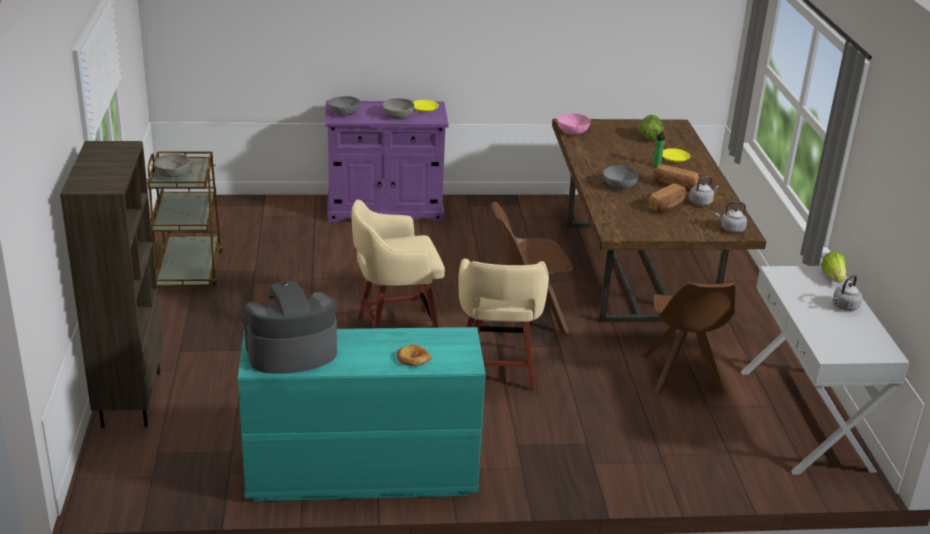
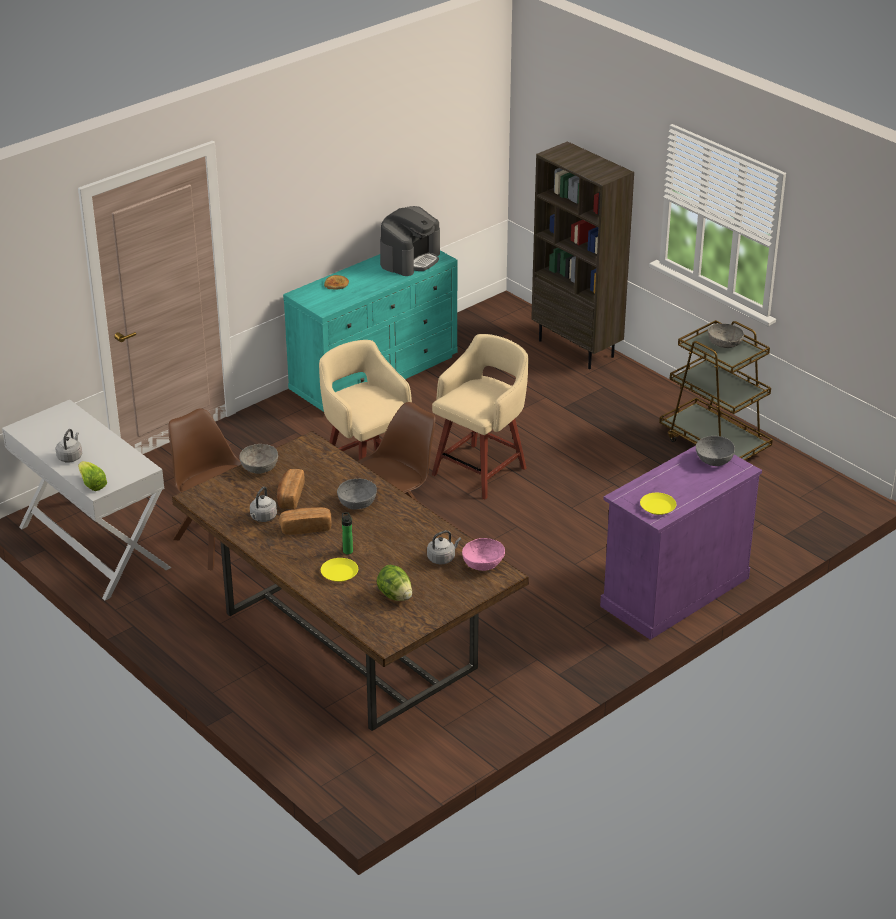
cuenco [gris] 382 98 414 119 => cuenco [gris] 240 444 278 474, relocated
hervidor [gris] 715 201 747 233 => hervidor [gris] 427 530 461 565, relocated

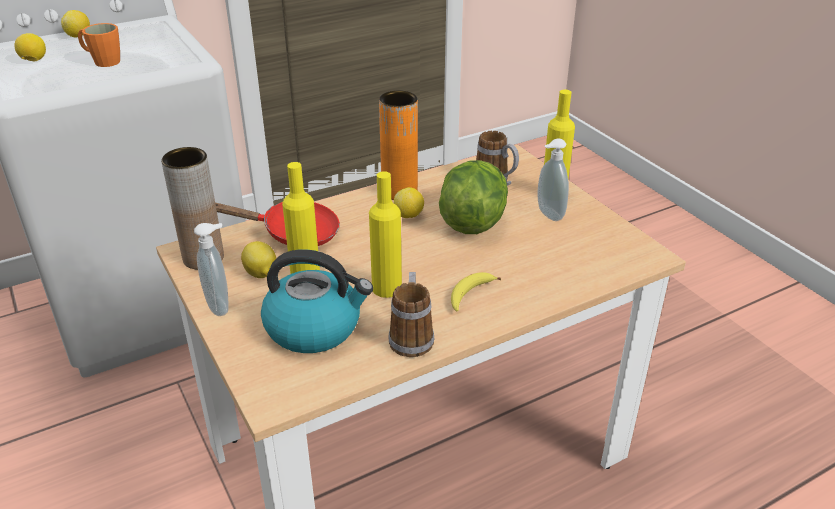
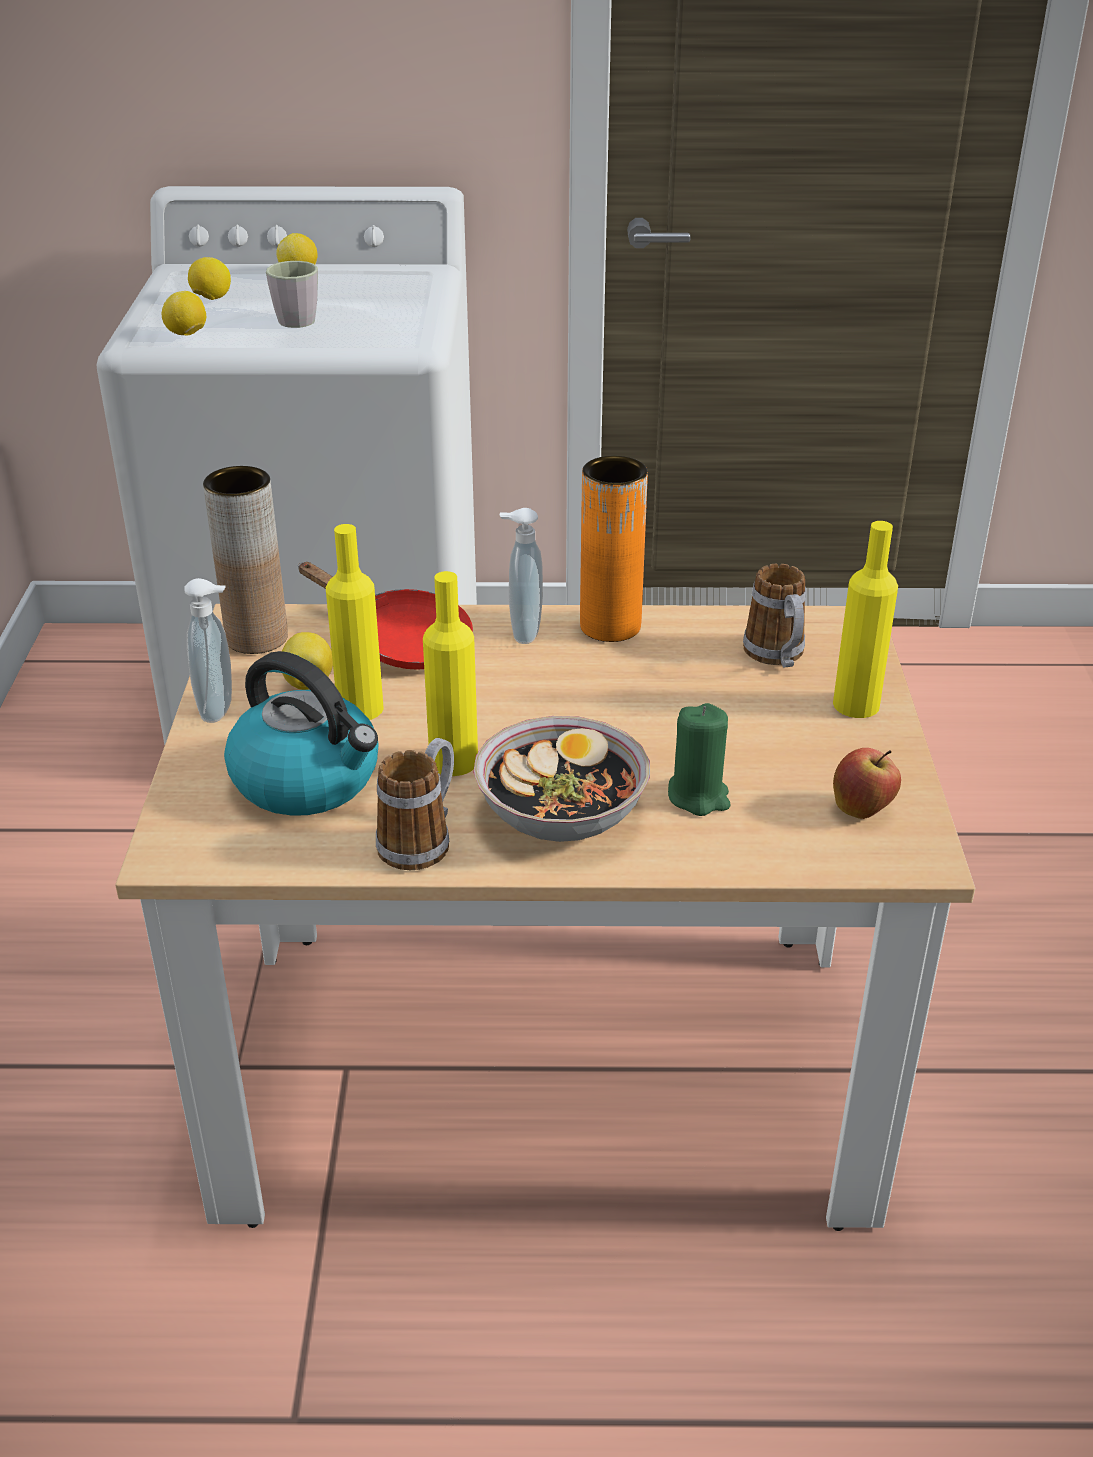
lechuga 439 160 508 234 => nothing
nothing => vela [verde] 668 703 730 816
nothing => manzana 833 748 901 819
limón 394 187 424 218 => limón 162 291 206 335, relocated
dispensador de jabón 538 138 569 221 => dispensador de jabón 499 508 543 644, relocated
plátano 451 272 501 312 => cuenco 473 716 650 842
taza grande [naranja] 78 23 120 67 => taza grande [gris] 266 261 318 328

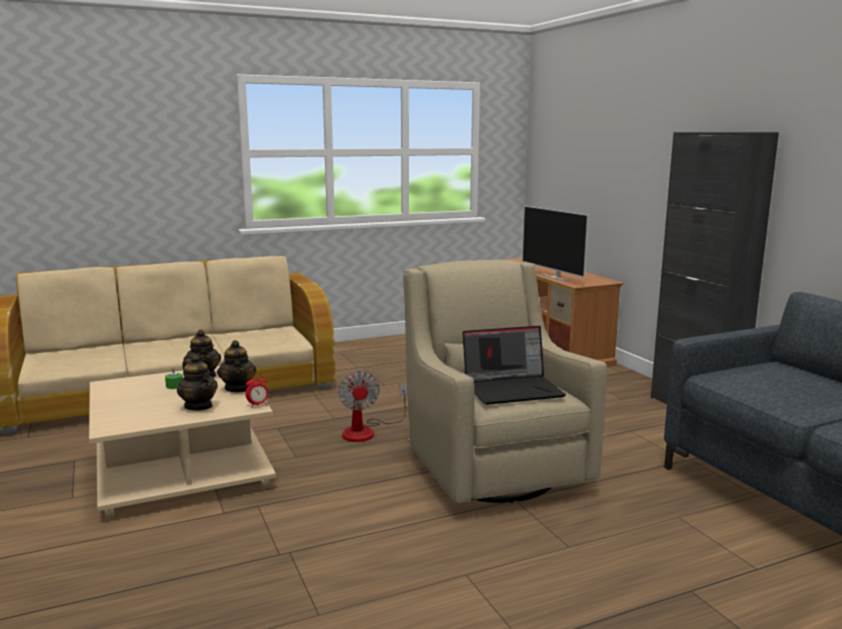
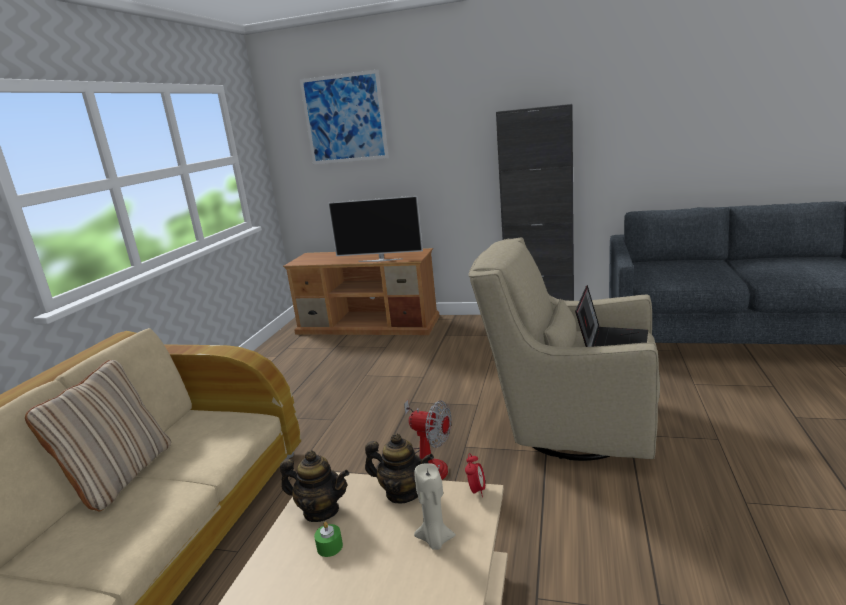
nothing => cojín [beis] 25 360 171 511
nothing => cuadro 300 69 389 164
tetera 177 355 218 411 => vela [beis] 414 463 456 550

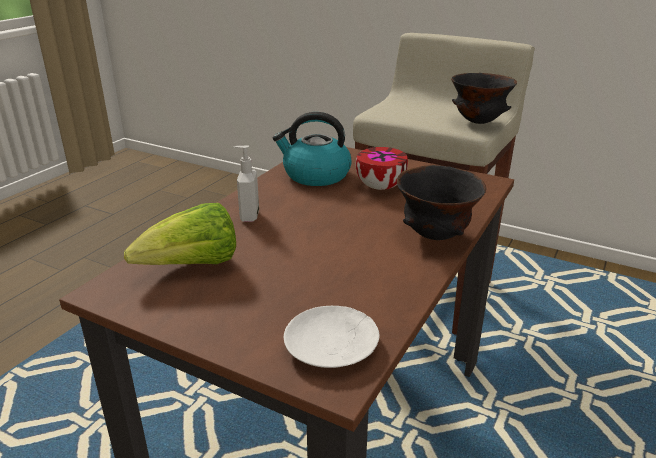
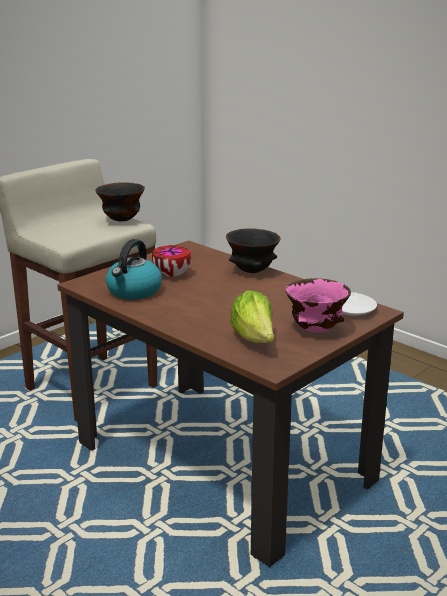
dispensador de jabón 234 145 259 222 => nothing
nothing => cuenco [rosa] 285 278 351 332

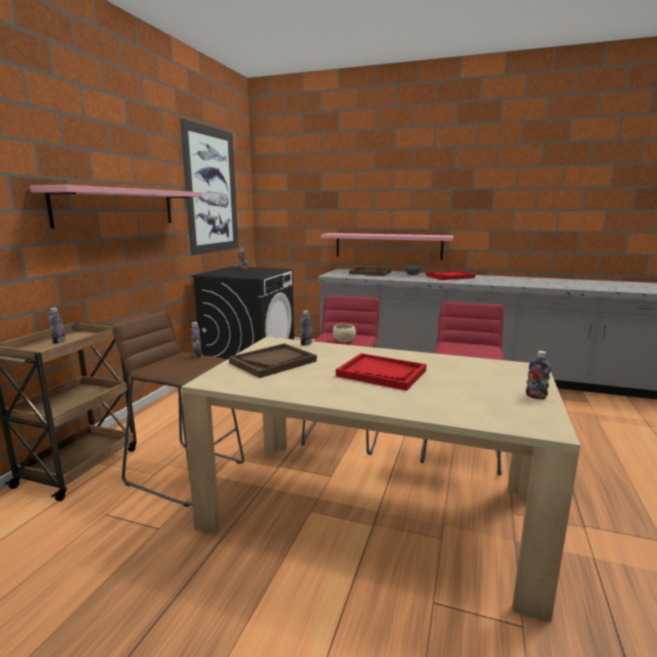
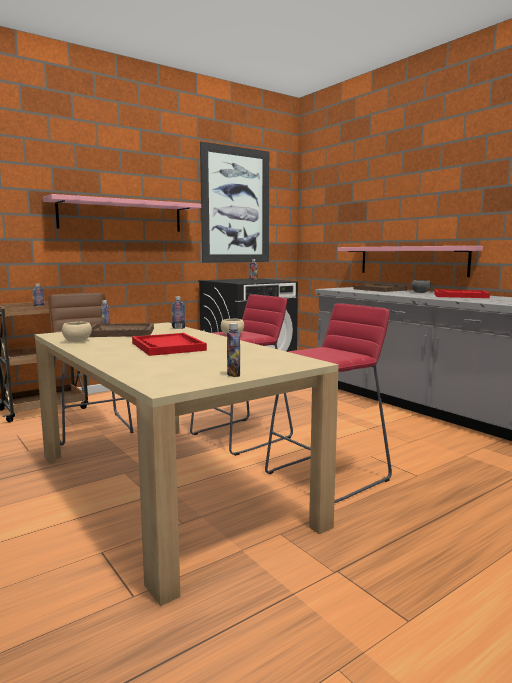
nothing => cuenco [beis] 62 322 92 342

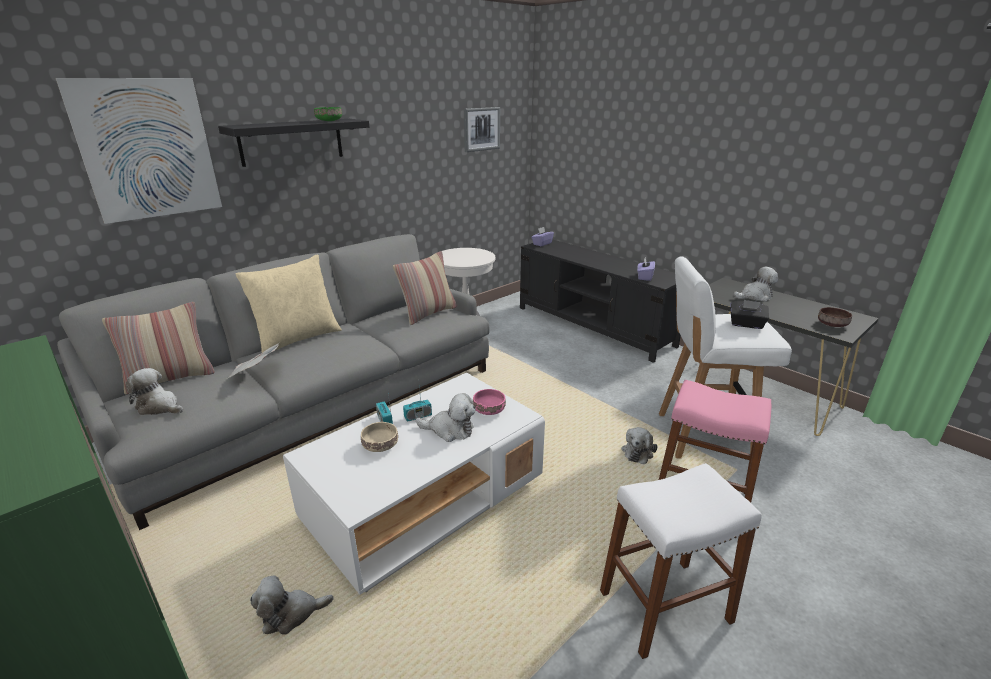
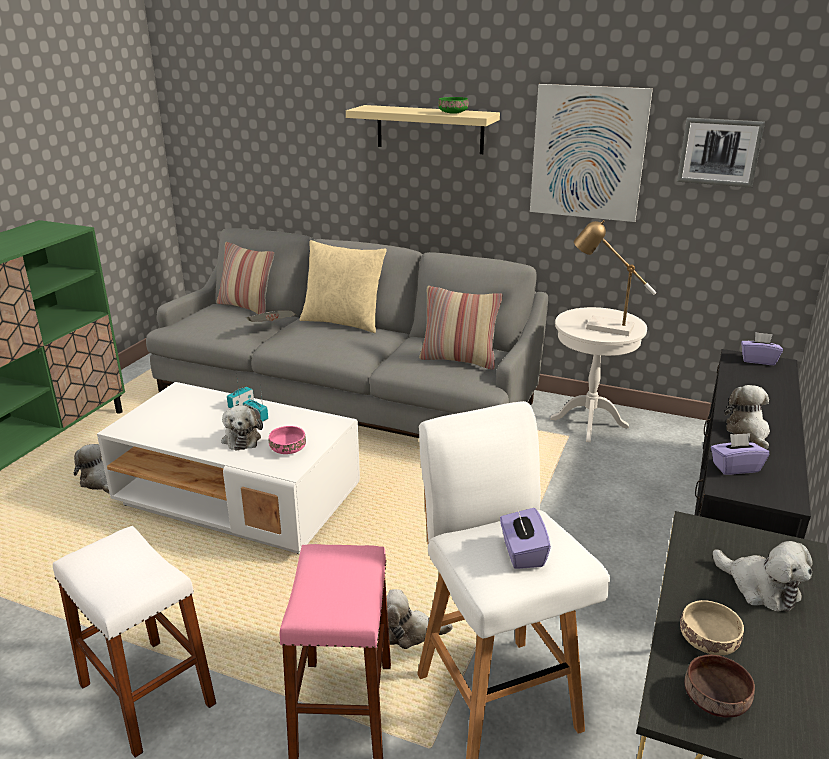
nothing => lámpara de mesa 574 220 657 336
cuadro 56 78 222 224 => cuadro 530 84 653 222, relocated
peluche 126 368 183 415 => peluche 724 385 770 450, relocated
cuenco [beis] 361 422 398 452 => cuenco [beis] 680 600 744 655, relocated
estante [negro] 218 119 369 167 => estante [beis] 346 105 500 154
caja de pañuelos [negro] 730 300 769 329 => caja de pañuelos [morado] 500 507 551 569

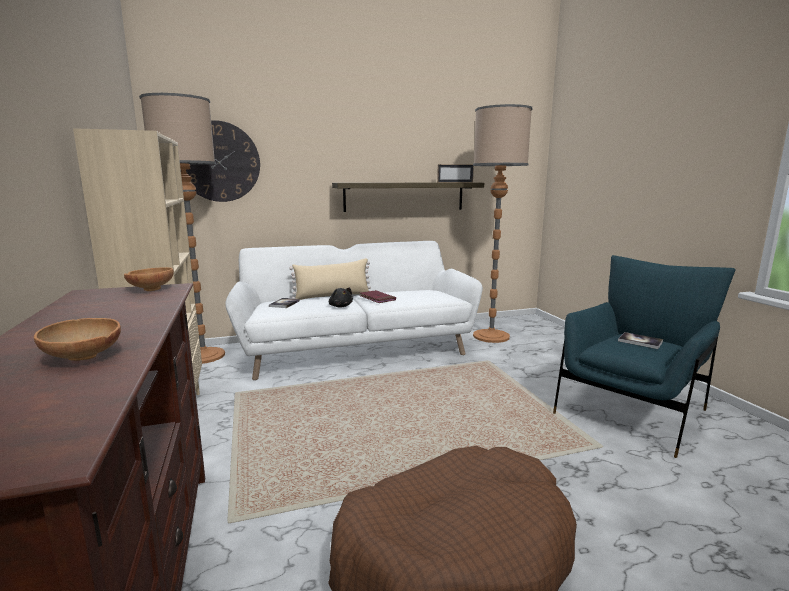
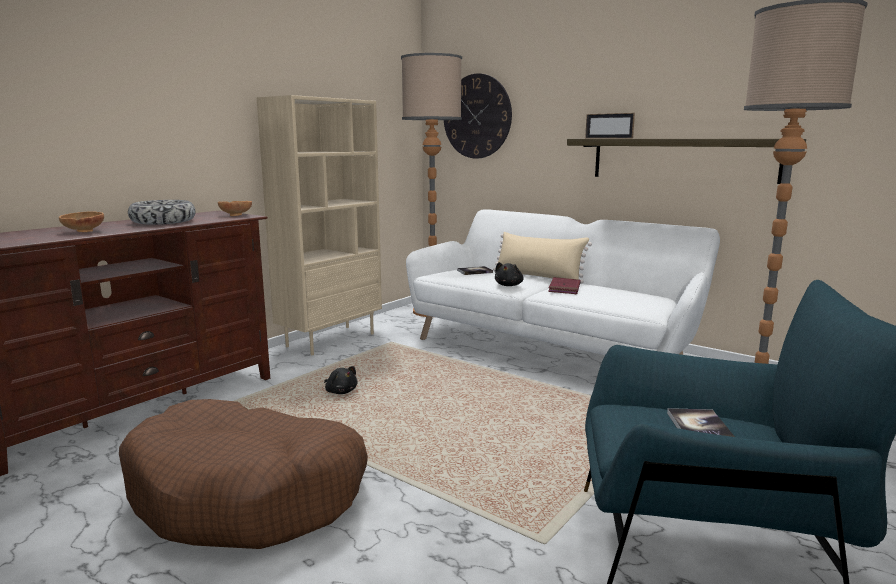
nothing => cuenco 128 200 196 225
nothing => peluche [negro] 324 366 358 394
portarretratos 437 164 474 182 => portarretratos 585 113 635 138, relocated

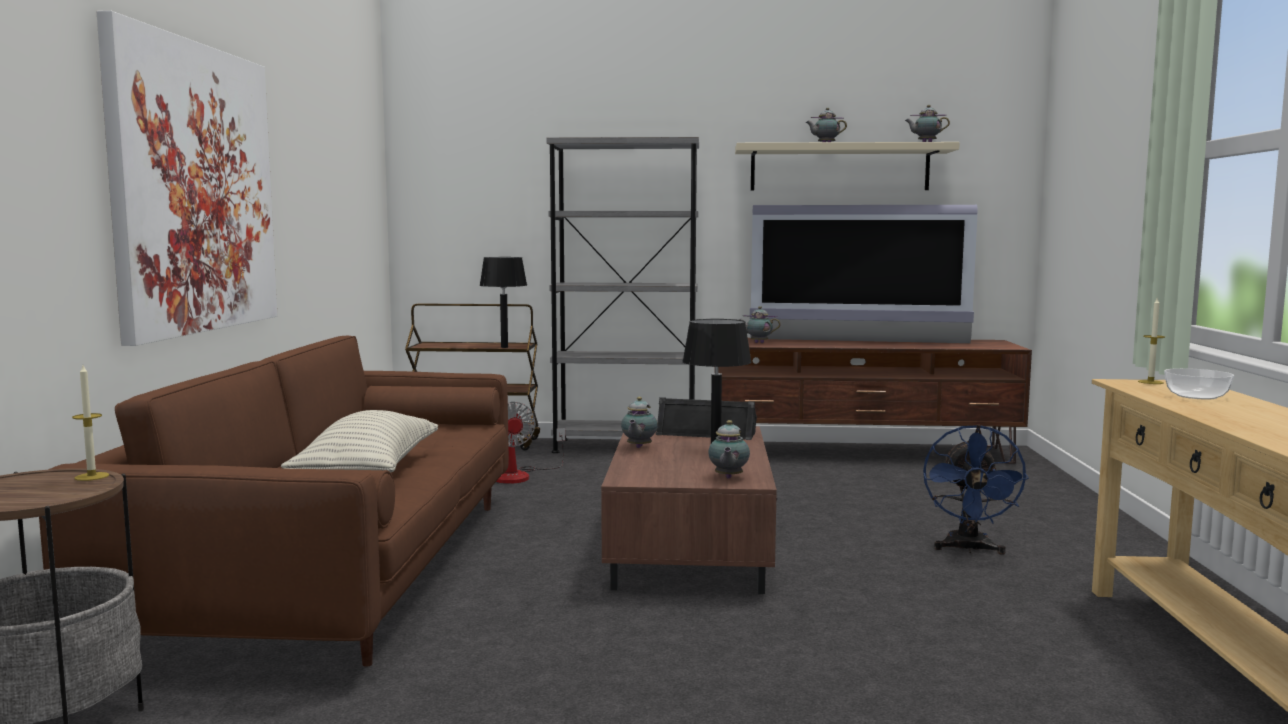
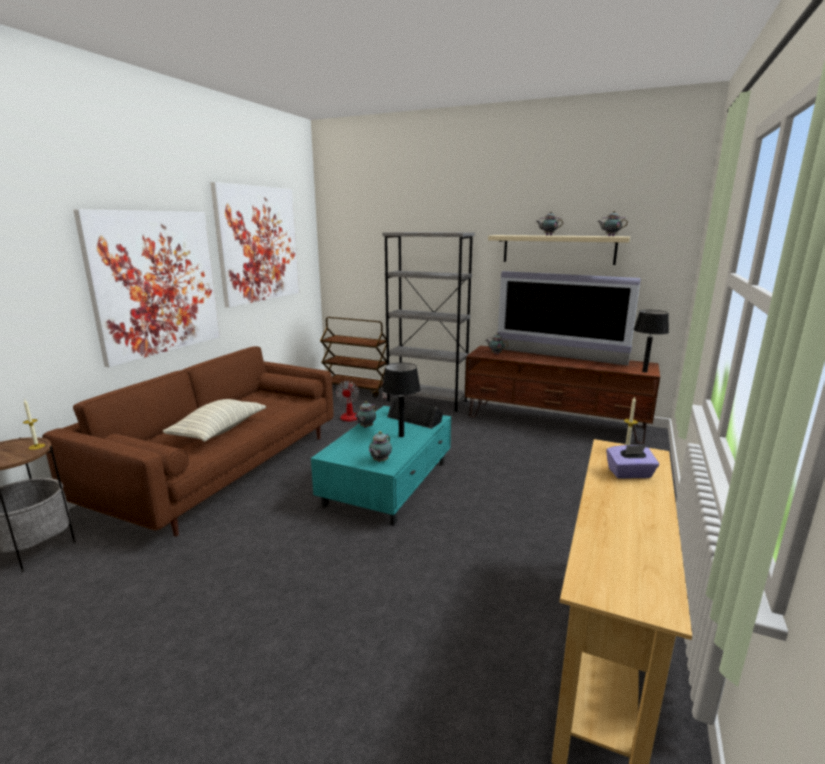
ventilador [azul] 923 425 1029 555 => nothing
nothing => cuadro 211 182 299 308
lámpara de mesa [negro] 479 257 527 348 => lámpara de mesa [negro] 633 310 669 372, relocated
cuenco 1164 368 1234 400 => caja de pañuelos [morado] 606 445 659 479
mesa de centro [marrón] 601 426 777 594 => mesa de centro [turquesa] 311 406 451 526

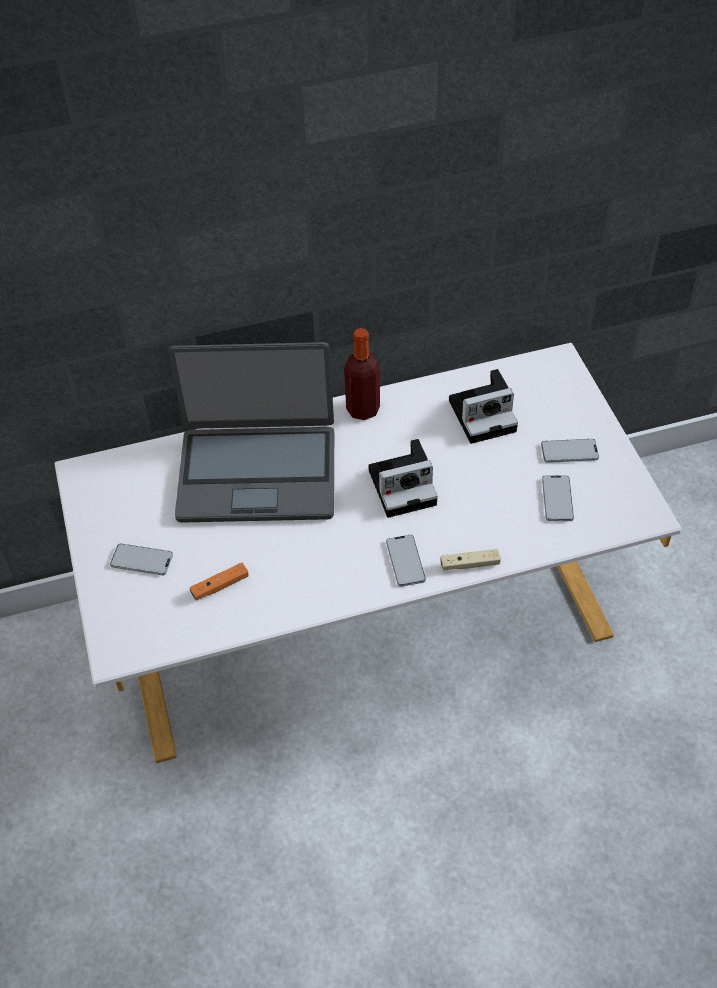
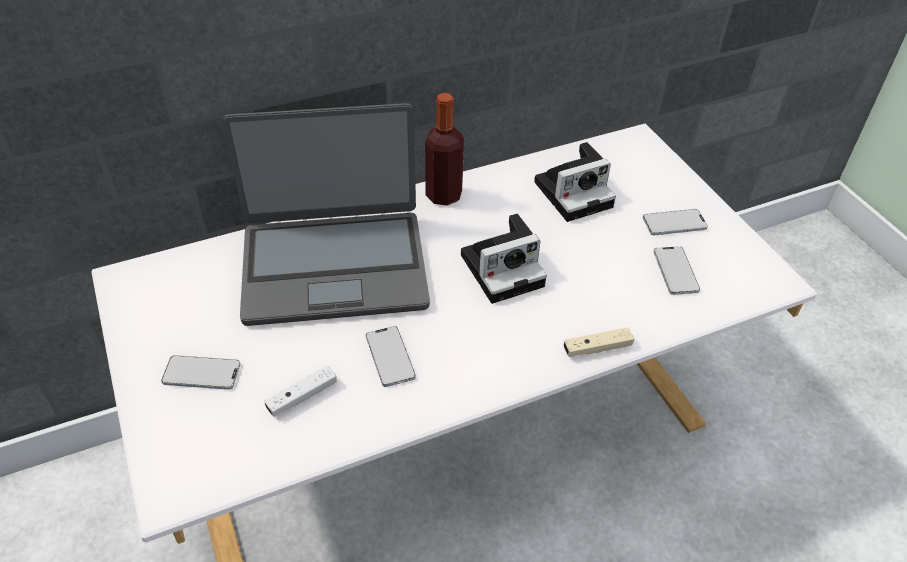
móvil 386 535 426 587 => móvil 366 326 416 387, relocated
mando de consola [naranja] 190 562 249 601 => mando de consola [blanco] 264 366 337 417

